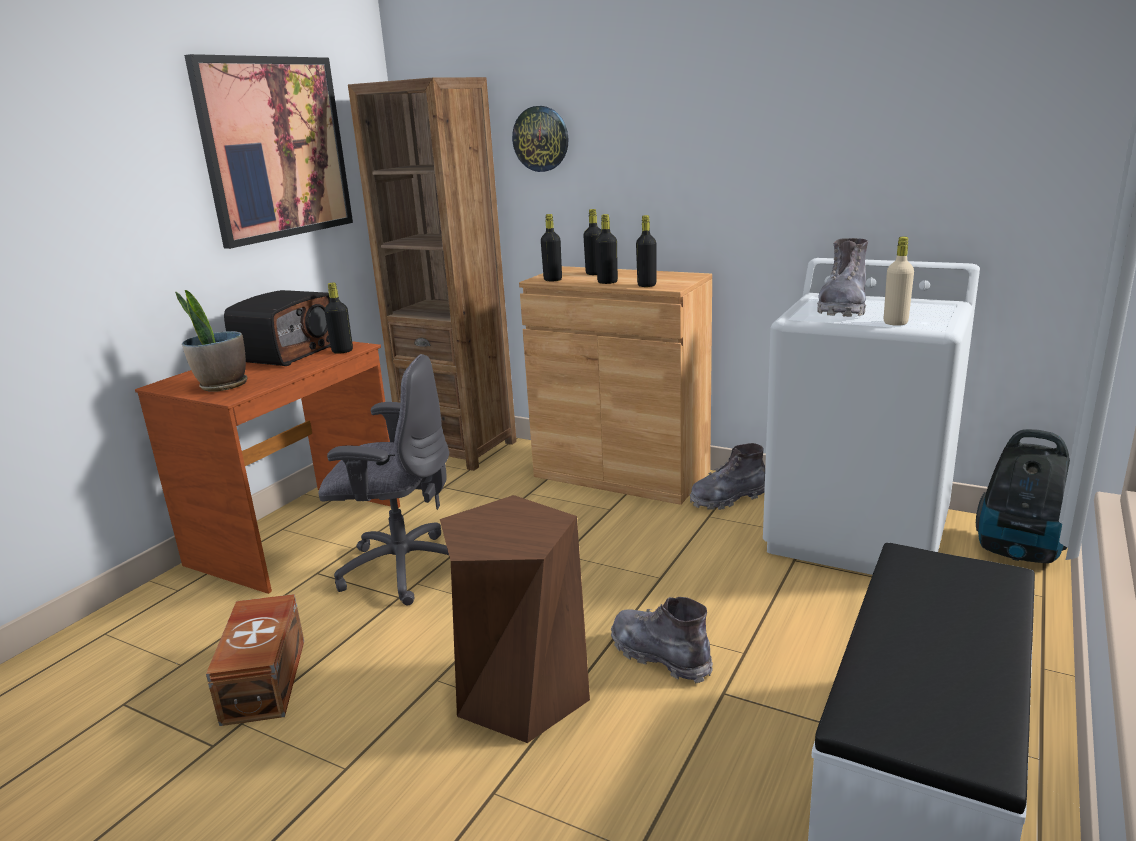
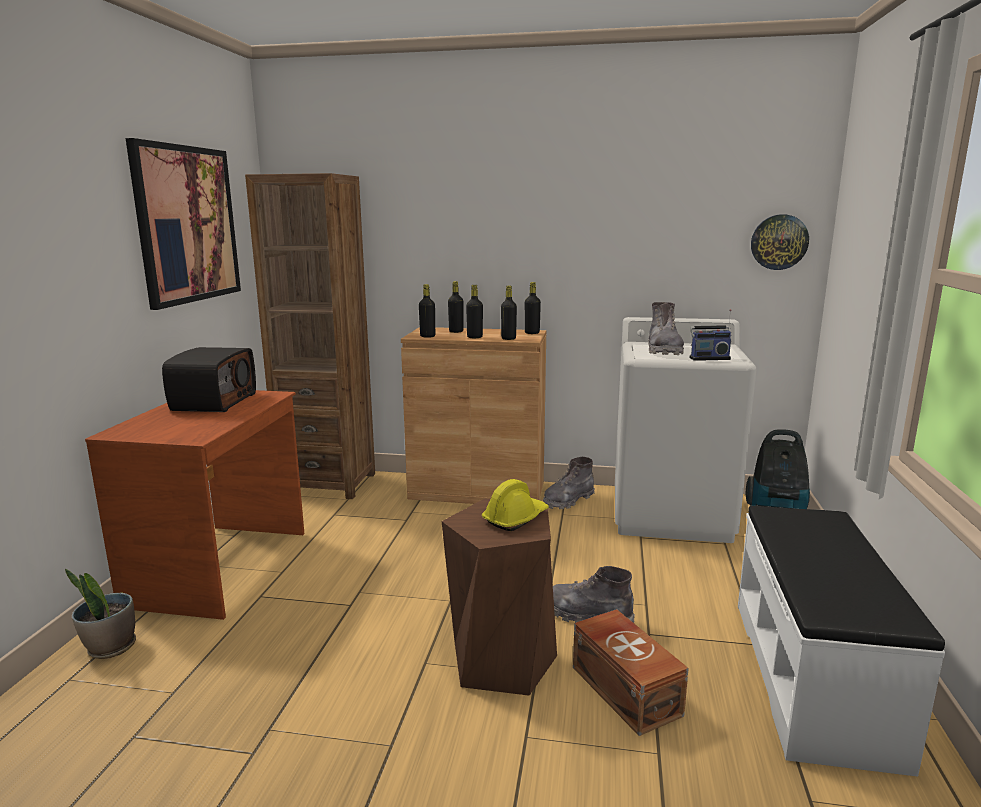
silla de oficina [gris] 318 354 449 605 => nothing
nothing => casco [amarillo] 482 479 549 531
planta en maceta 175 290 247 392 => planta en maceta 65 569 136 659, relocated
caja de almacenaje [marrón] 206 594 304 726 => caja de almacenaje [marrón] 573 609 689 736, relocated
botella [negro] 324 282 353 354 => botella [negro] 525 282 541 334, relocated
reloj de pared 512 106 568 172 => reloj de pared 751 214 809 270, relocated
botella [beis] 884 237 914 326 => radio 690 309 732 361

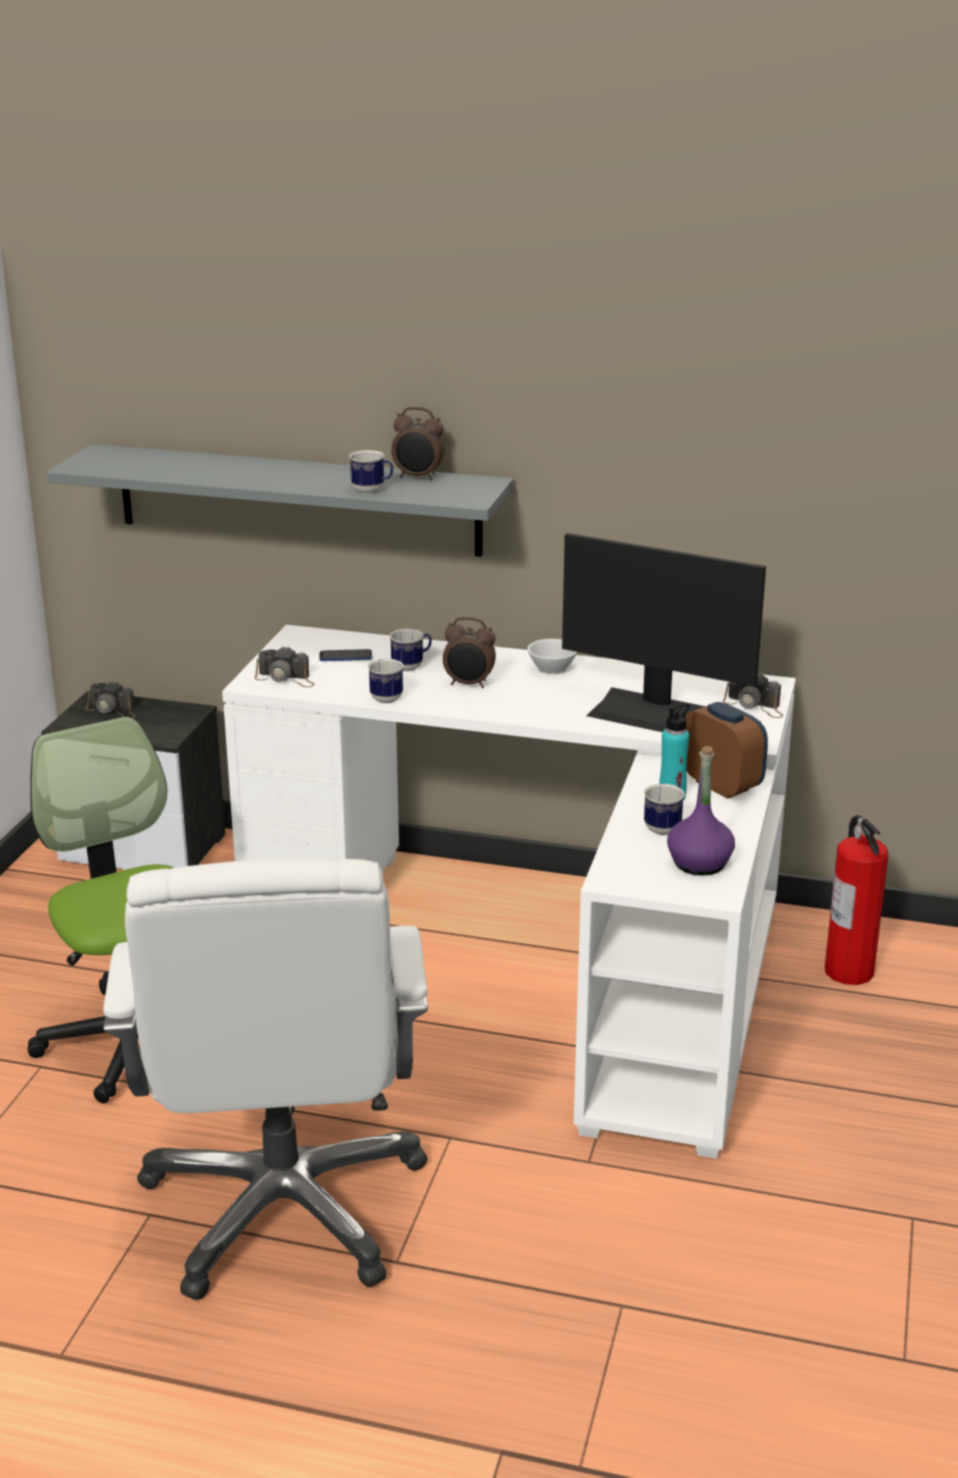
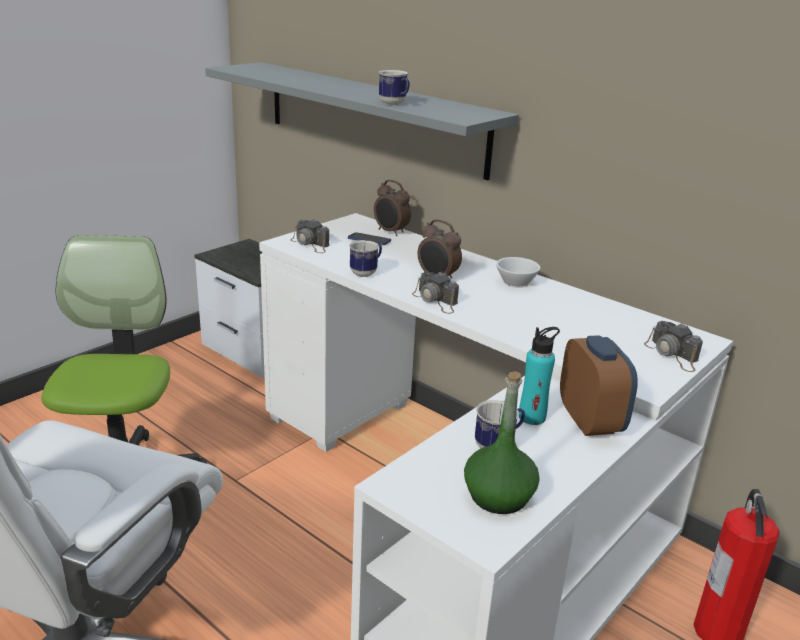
taza grande 390 629 432 671 => nothing
monitor 562 533 766 732 => nothing
cámara 85 680 136 719 => cámara 412 272 459 314, relocated
despertador 391 407 445 480 => despertador 374 180 411 236, relocated
botella [morado] 667 746 735 875 => botella [verde] 464 371 540 514

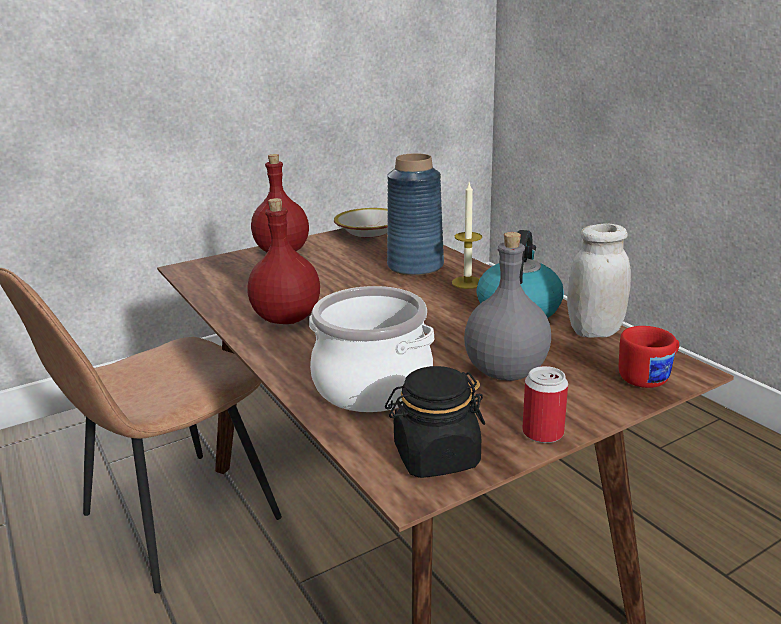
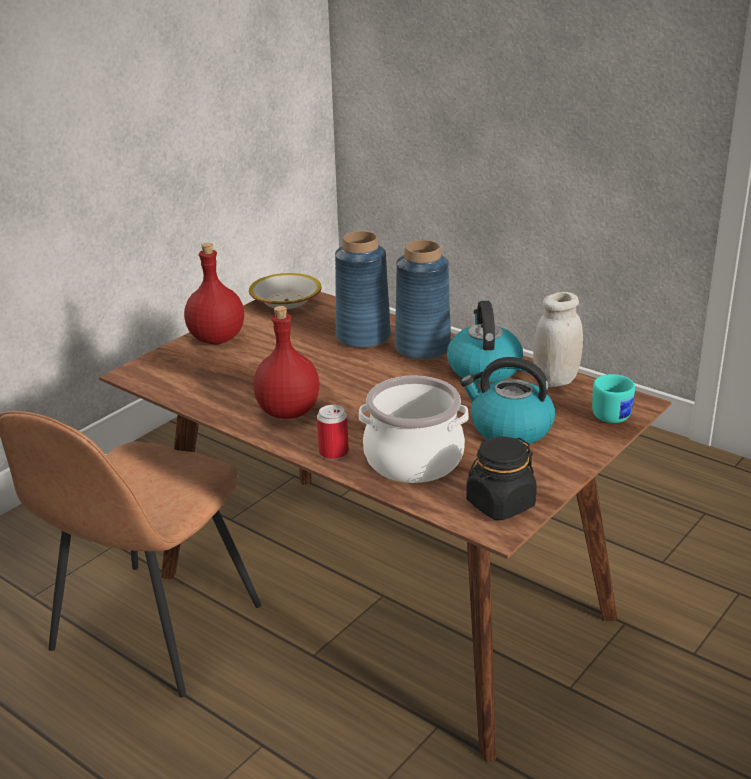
lata 522 366 568 443 => lata 317 405 349 459, relocated
vela 452 183 482 289 => florero [azul] 395 240 451 360
botella [gris] 464 232 551 381 => hervidor 460 357 555 444
taza grande [rojo] 619 326 679 388 => taza grande [turquesa] 592 374 635 423

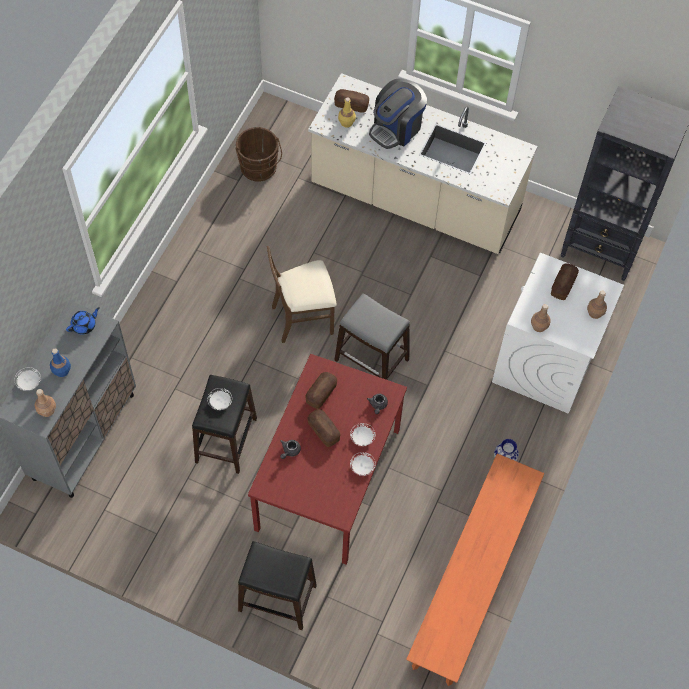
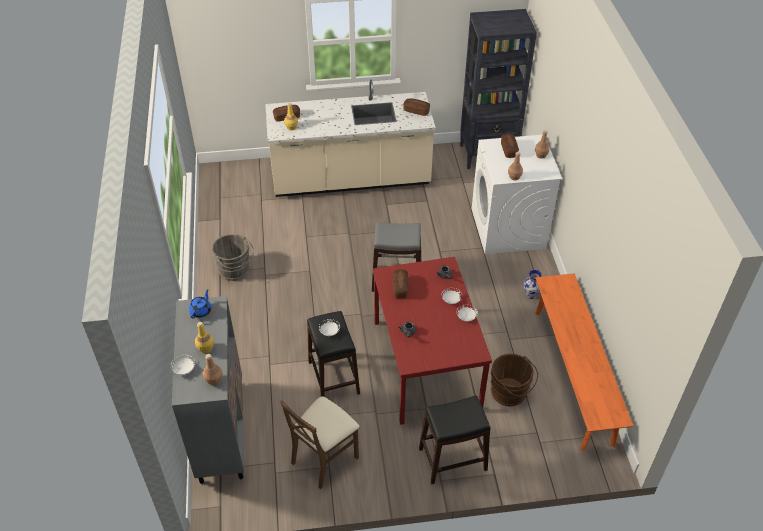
cafetera 369 78 427 149 => nothing
nothing => cubo [gris] 212 234 254 281
cubo [marrón] 236 127 282 182 => cubo [marrón] 490 354 538 406, relocated
silla [marrón] 267 246 337 343 => silla [marrón] 281 396 359 489, relocated
pan 307 409 341 447 => pan 403 98 430 116, relocated
botella [azul] 50 349 71 377 => botella [amarillo] 195 322 214 353

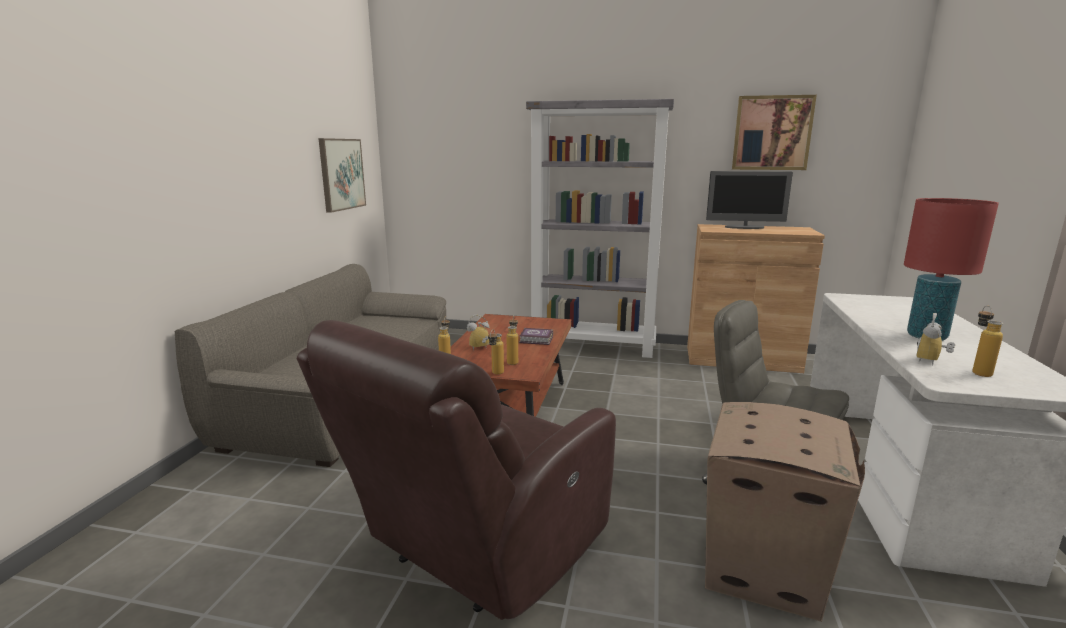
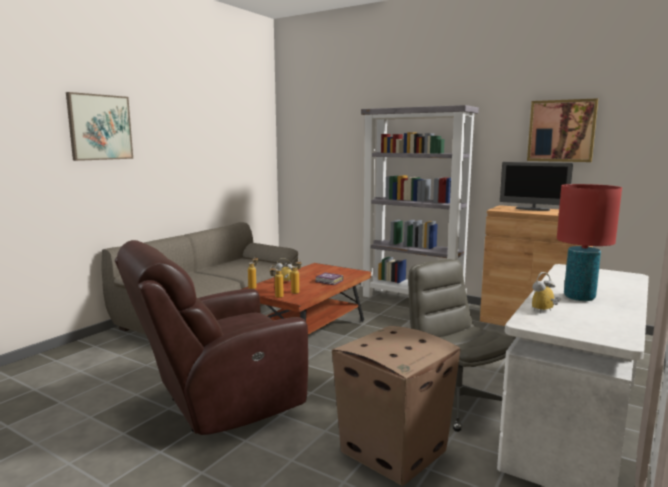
botella 972 306 1003 377 => nothing
cuadro 318 138 366 213 => cuadro 66 92 133 161, relocated

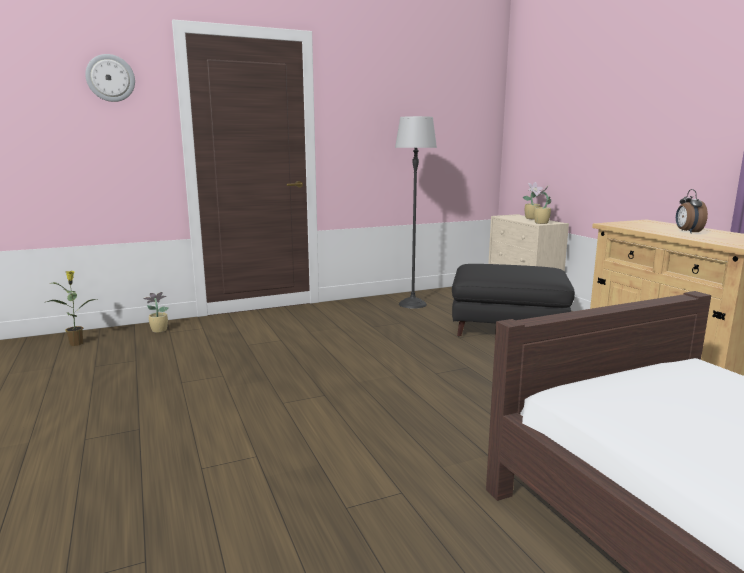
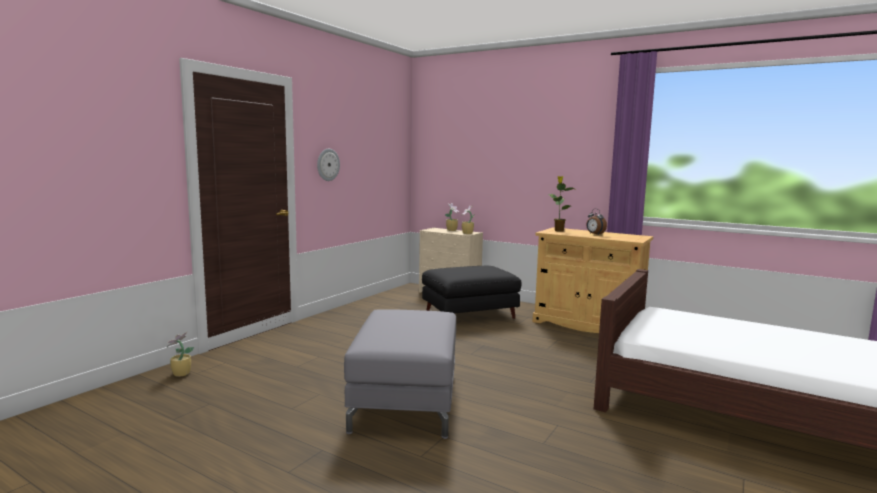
lámpara de pie 395 116 437 309 => nothing
nothing => puf [gris] 344 309 456 439
planta en maceta 47 271 98 346 => planta en maceta 548 176 574 232, relocated
reloj de pared 85 54 135 102 => reloj de pared 317 149 340 181, relocated

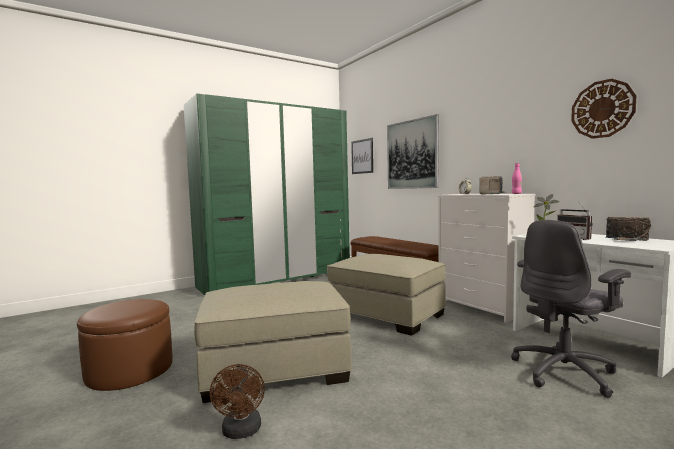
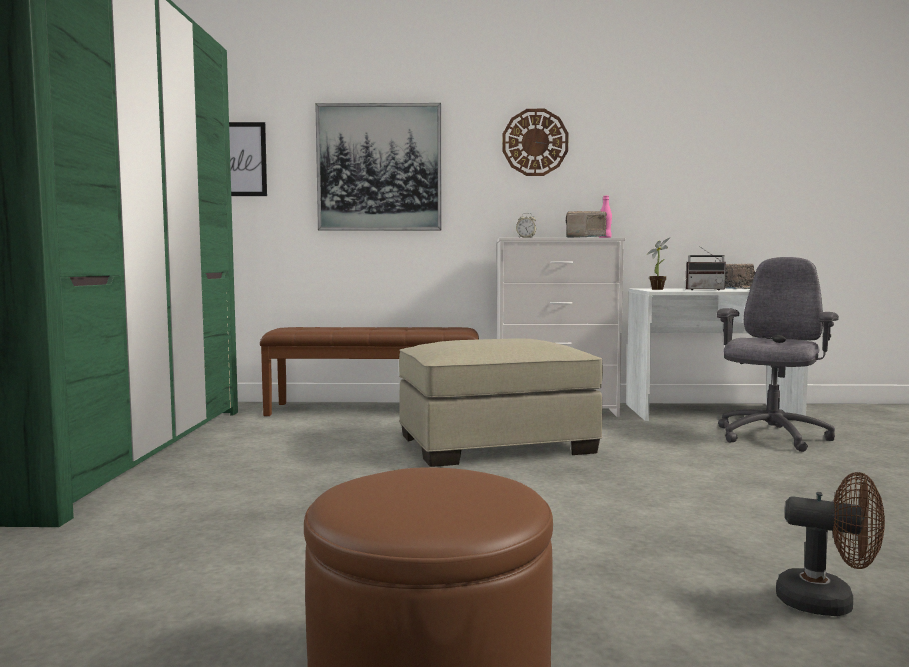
puf [beis] 194 281 352 403 => nothing
reloj de pared 571 79 637 139 => reloj de pared 502 109 569 176, relocated
silla de oficina [gris] 511 220 631 398 => silla de oficina [gris] 717 257 839 452, 150 degrees counterclockwise

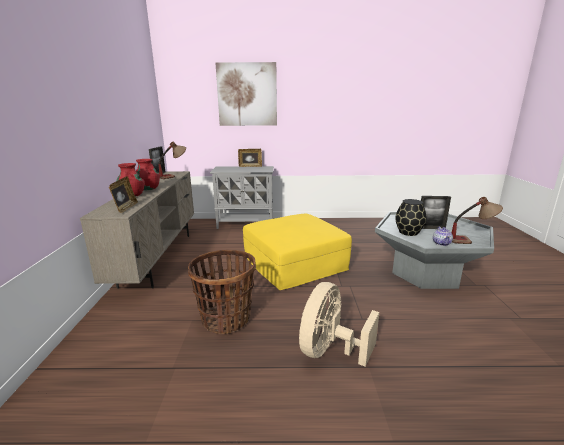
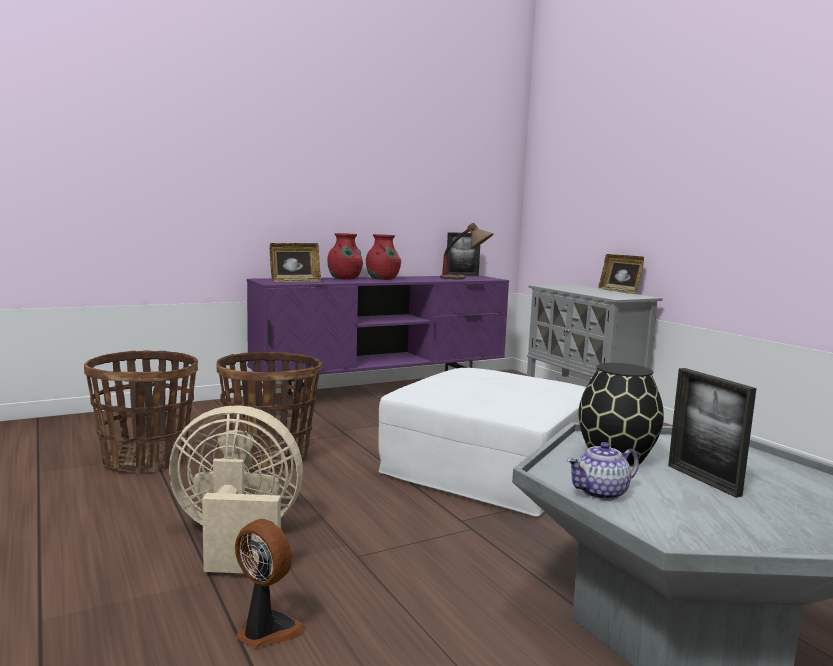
cuadro 216 62 277 126 => nothing
lámpara de mesa 452 197 503 244 => nothing
nothing => cesta 84 351 198 473
nothing => ventilador 235 519 306 648
mueble de televisión [beis] 80 171 194 289 => mueble de televisión [morado] 247 275 509 395
puf [amarillo] 243 214 352 290 => puf [blanco] 378 368 586 517

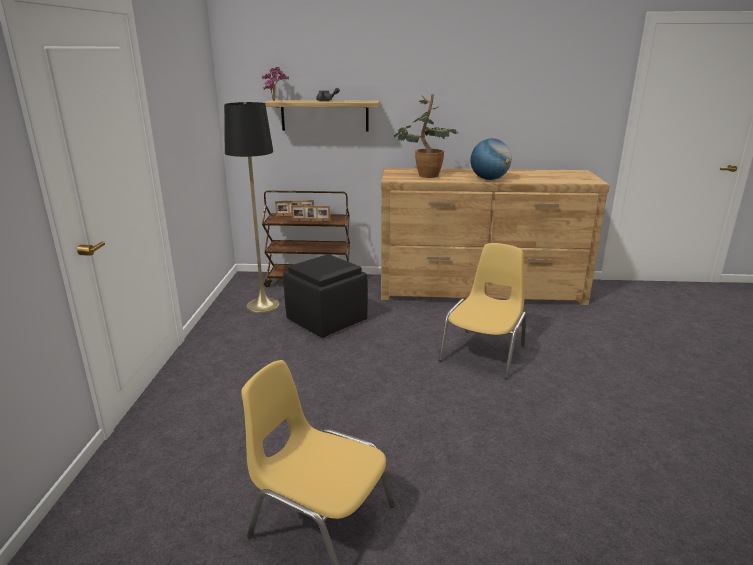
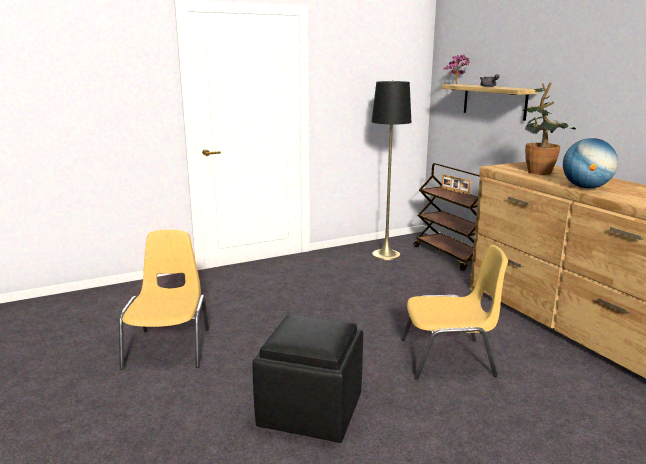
portarretratos 291 205 331 221 => nothing
puf [negro] 283 254 368 338 => puf [negro] 252 314 363 443, relocated

